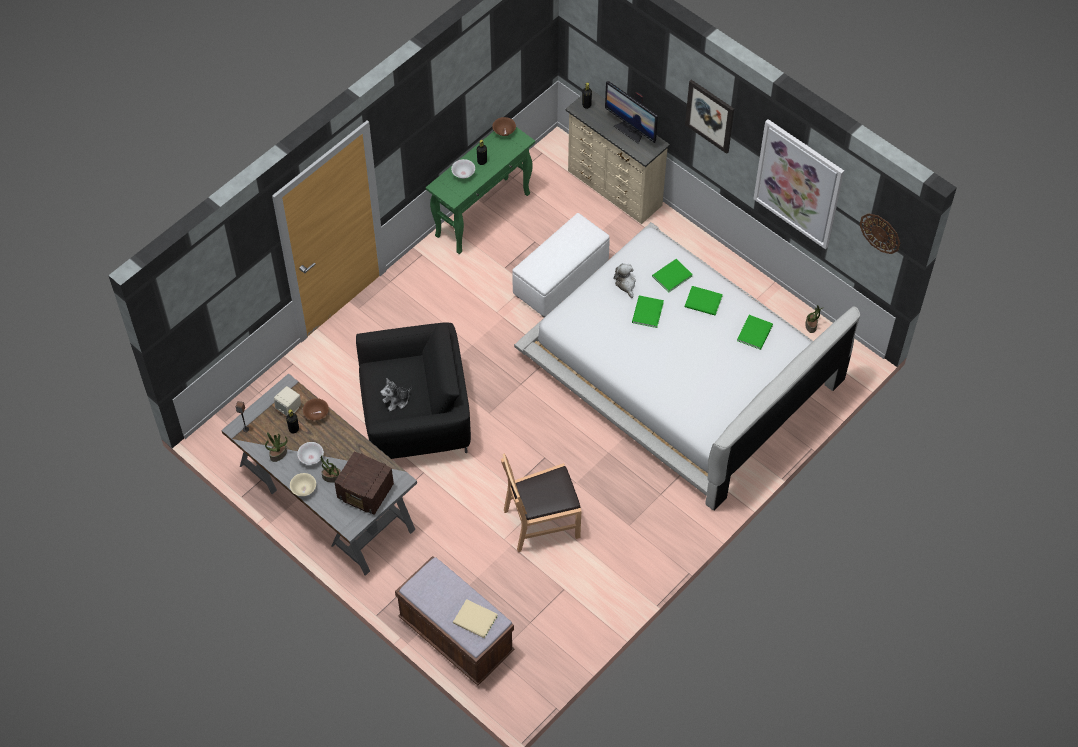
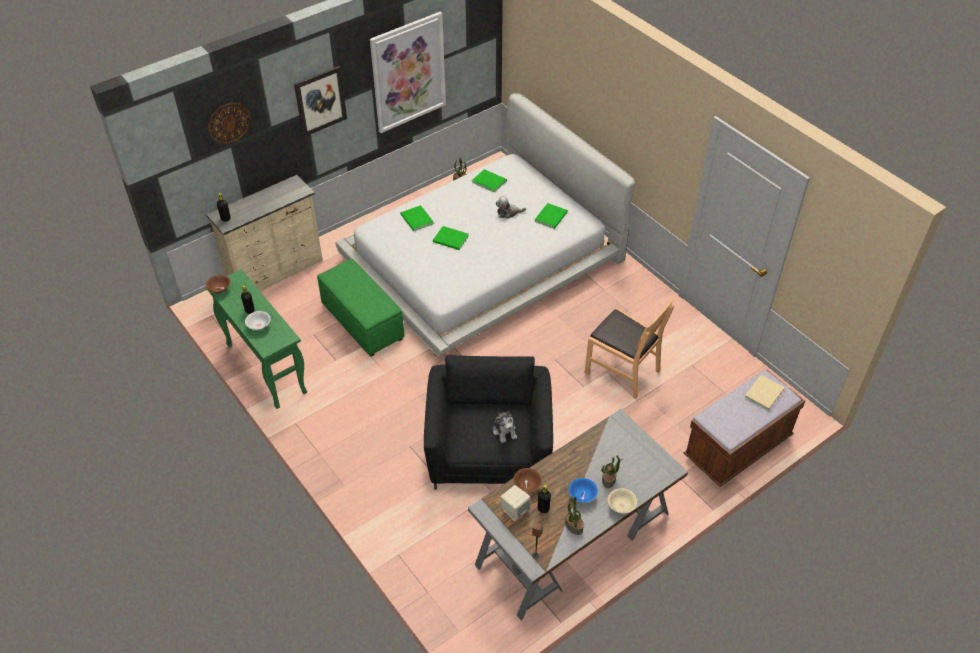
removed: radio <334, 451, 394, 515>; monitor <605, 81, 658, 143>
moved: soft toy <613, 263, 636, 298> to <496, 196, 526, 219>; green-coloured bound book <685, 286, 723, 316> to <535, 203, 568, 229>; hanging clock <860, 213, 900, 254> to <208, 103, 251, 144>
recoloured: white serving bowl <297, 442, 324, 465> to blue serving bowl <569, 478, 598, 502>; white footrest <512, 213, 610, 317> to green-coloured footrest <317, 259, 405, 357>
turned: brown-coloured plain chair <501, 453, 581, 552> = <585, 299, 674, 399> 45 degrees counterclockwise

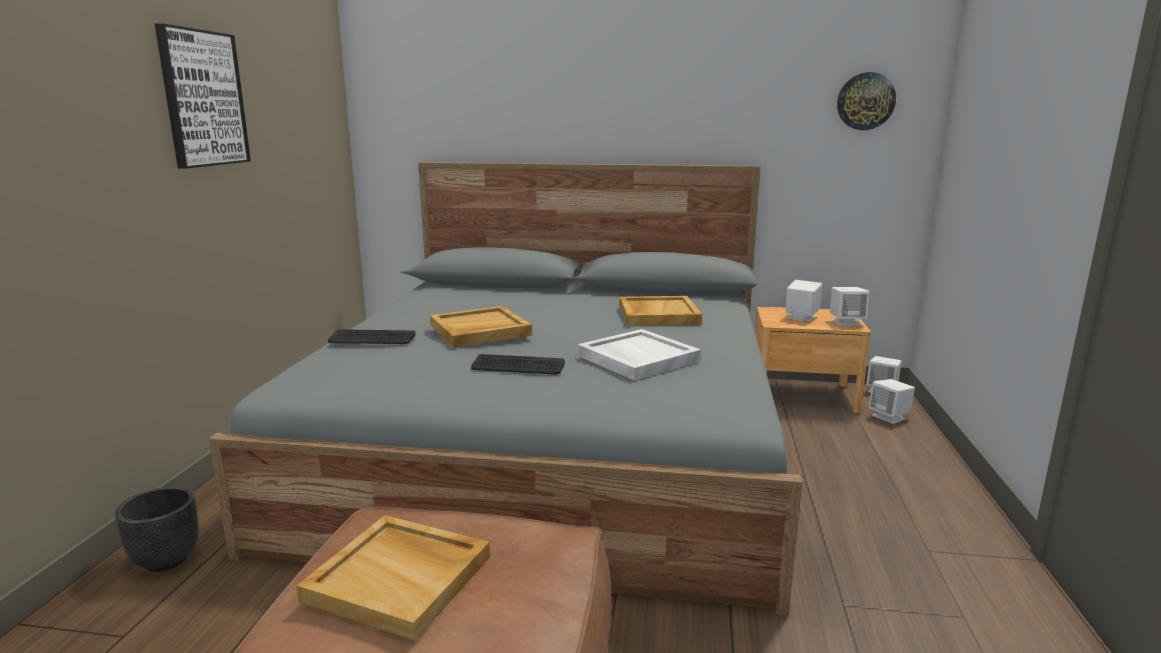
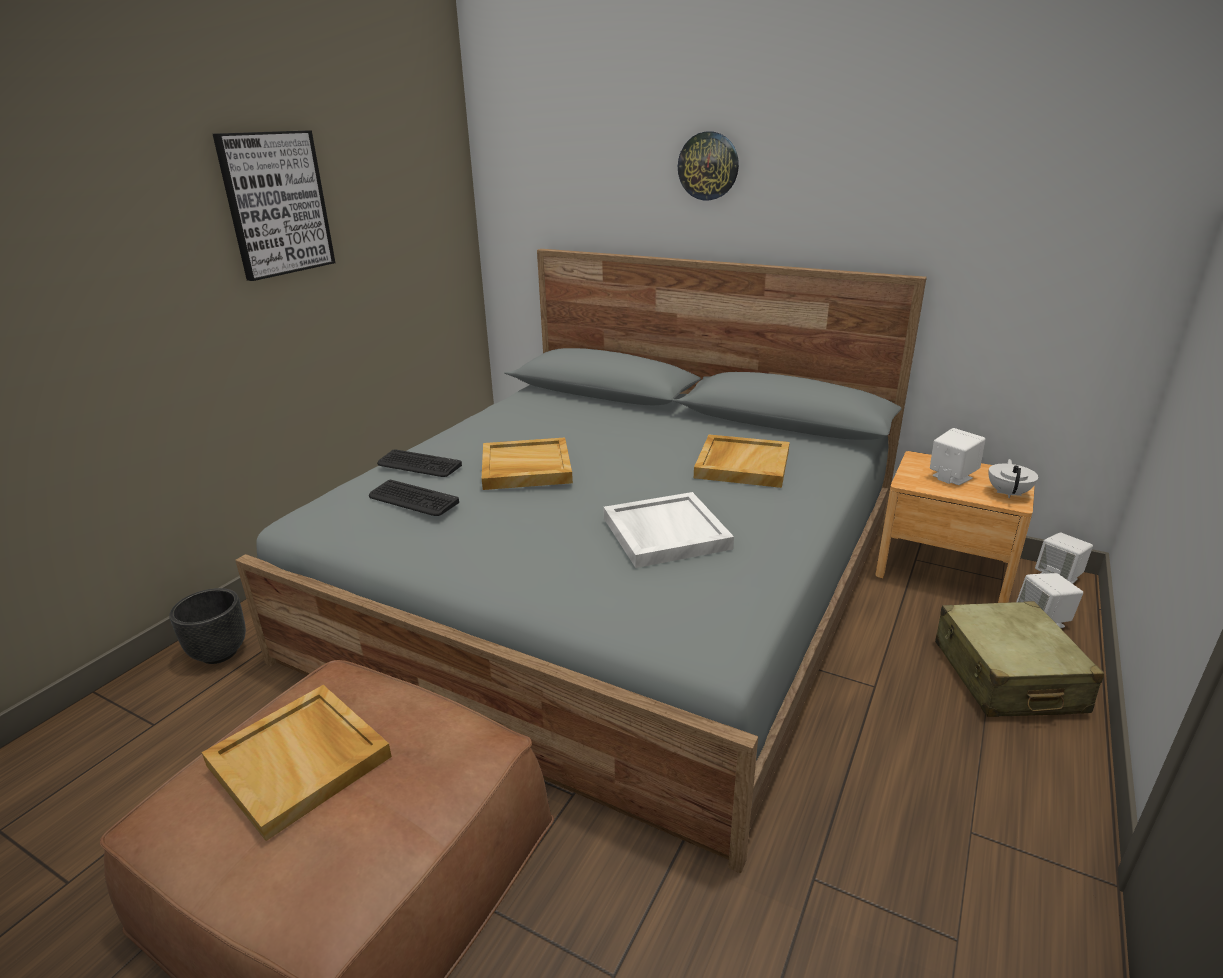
added: beige-coloured travel case <935, 601, 1105, 717>
moved: PC keyboard <471, 354, 565, 374> to <369, 480, 459, 516>; hanging clock <837, 72, 896, 130> to <678, 132, 739, 201>
replaced: white audio speaker <830, 287, 870, 326> to white teapot <988, 459, 1038, 498>

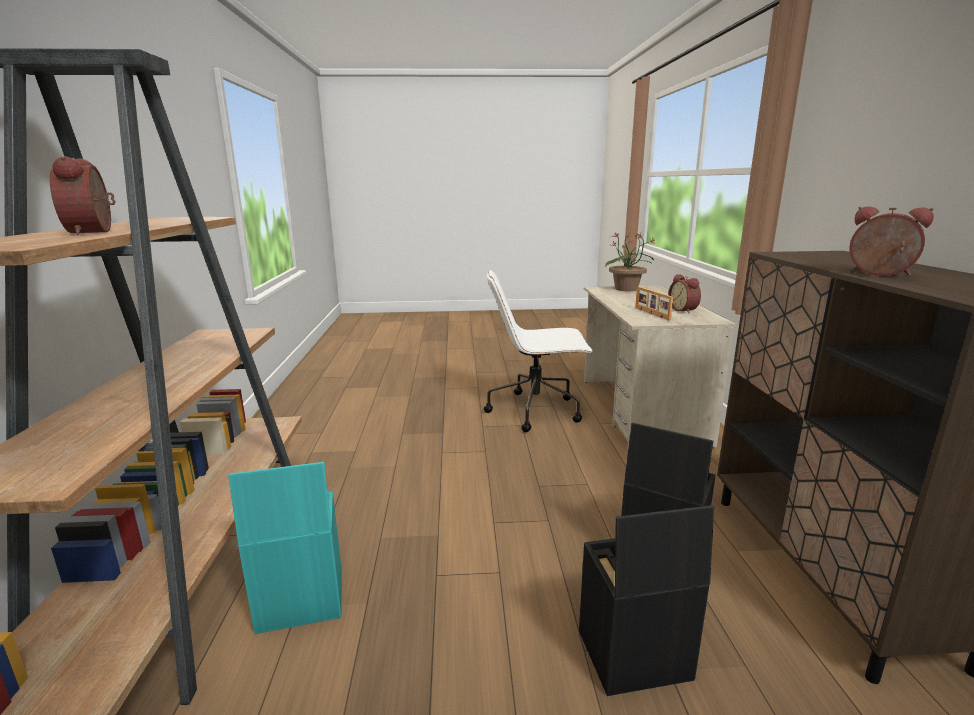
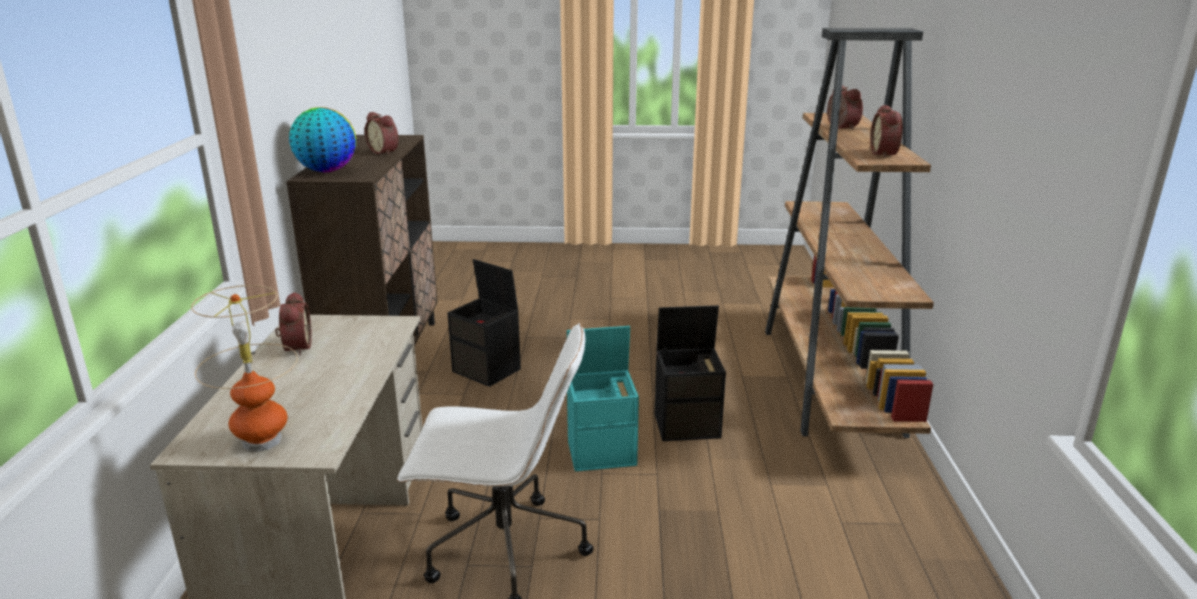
removed: photo frame <635, 286, 673, 320>
added: globe <289, 107, 356, 172>; table clock <870, 105, 903, 158>
moved: blue-green storage bin <228, 462, 342, 634> to <567, 326, 639, 472>; black storage bin <579, 505, 714, 696> to <655, 305, 726, 441>
replaced: houseplant <605, 232, 656, 291> to lamp for a table <191, 285, 298, 452>

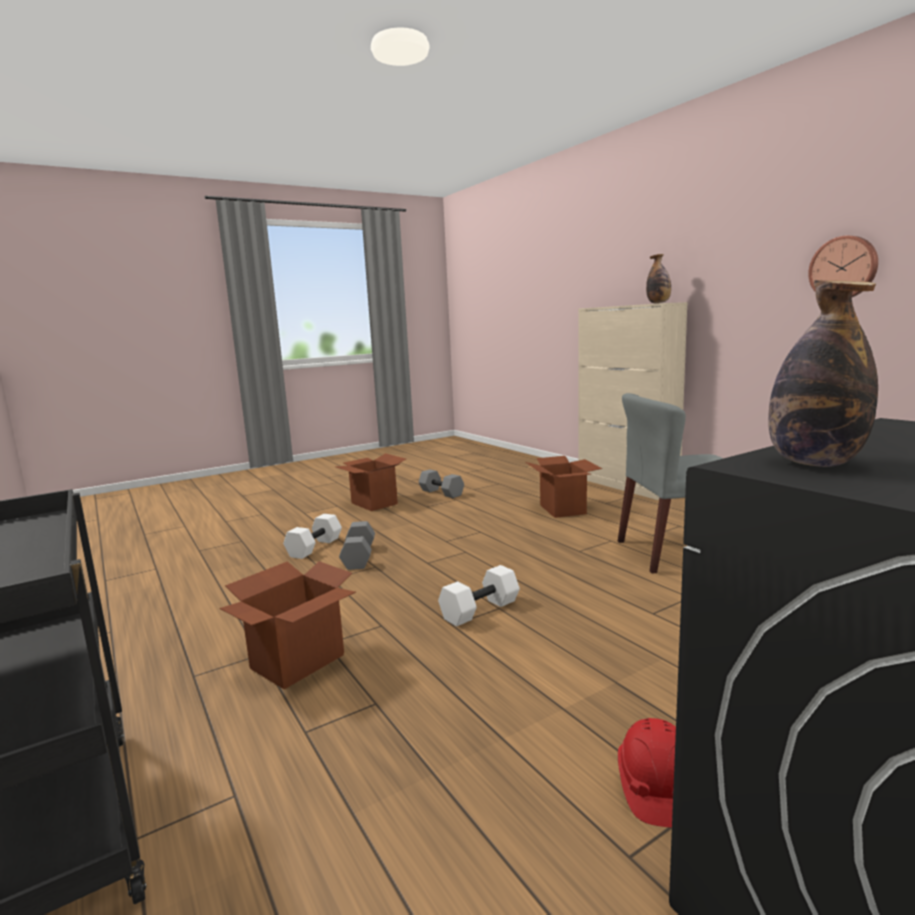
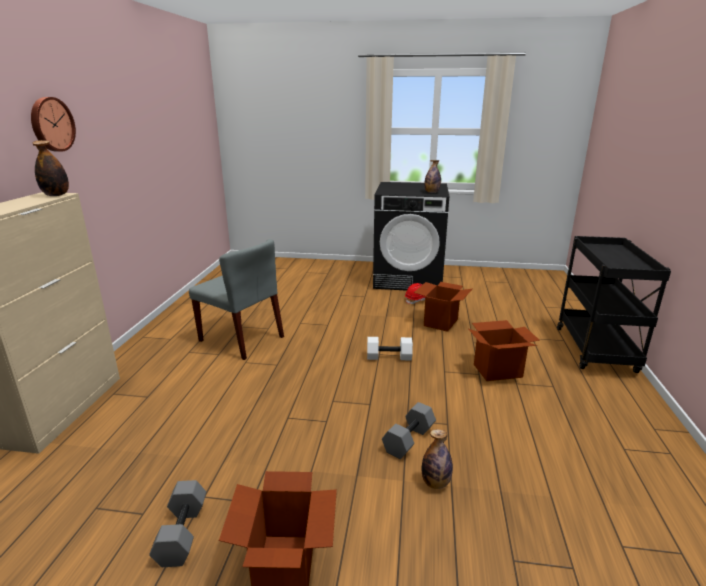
moved: cardboard box <526, 456, 602, 518> to <414, 282, 472, 332>; hanging clock <808, 236, 878, 297> to <31, 97, 76, 152>
replaced: white hand weight <283, 514, 342, 559> to beverage bottle <422, 429, 453, 489>

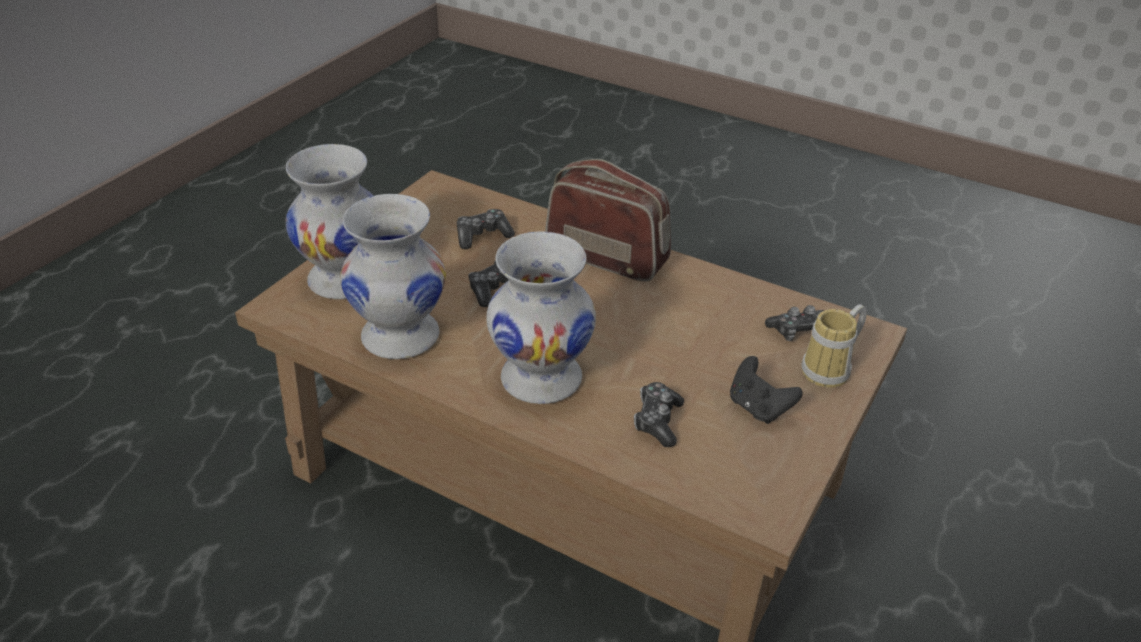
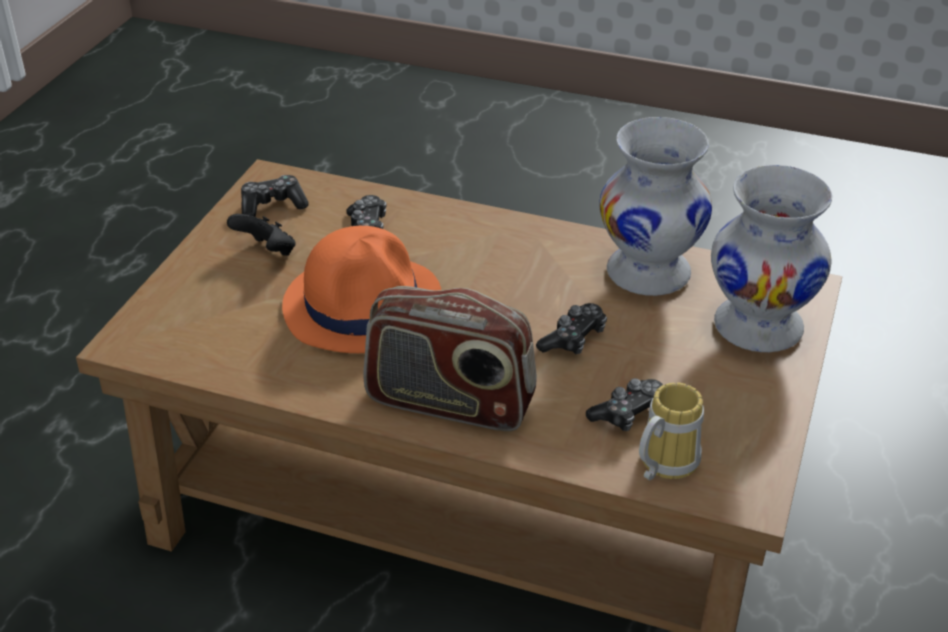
removed: white flower vase <487, 232, 596, 404>
added: orangey clothing hat <282, 226, 441, 353>
moved: game controller <765, 305, 825, 341> to <241, 175, 309, 217>; tea mug <801, 304, 867, 388> to <639, 382, 704, 481>

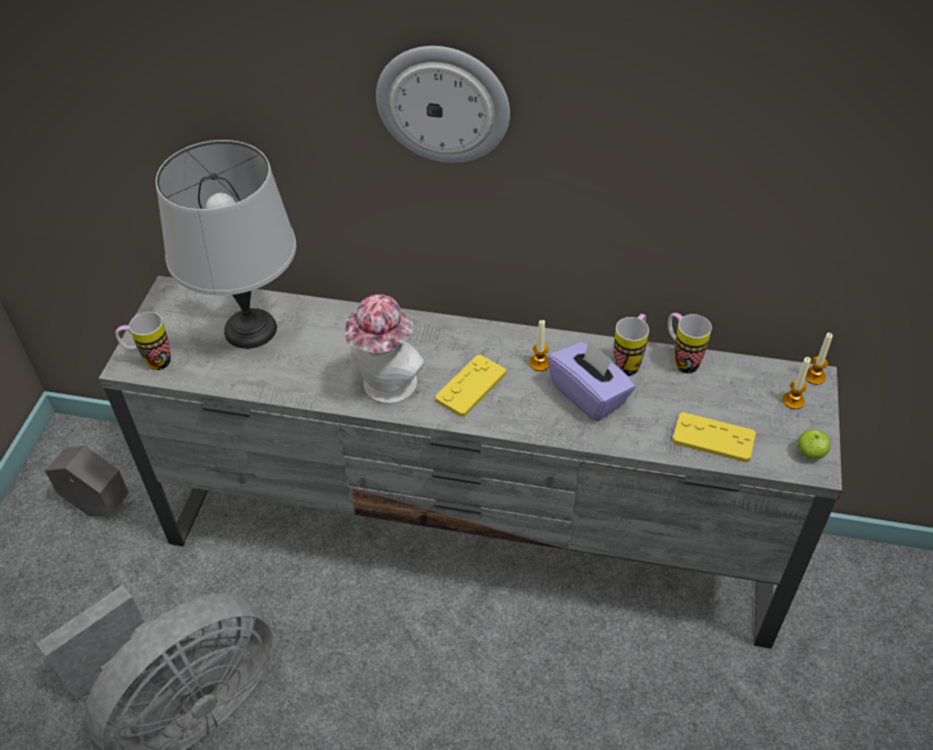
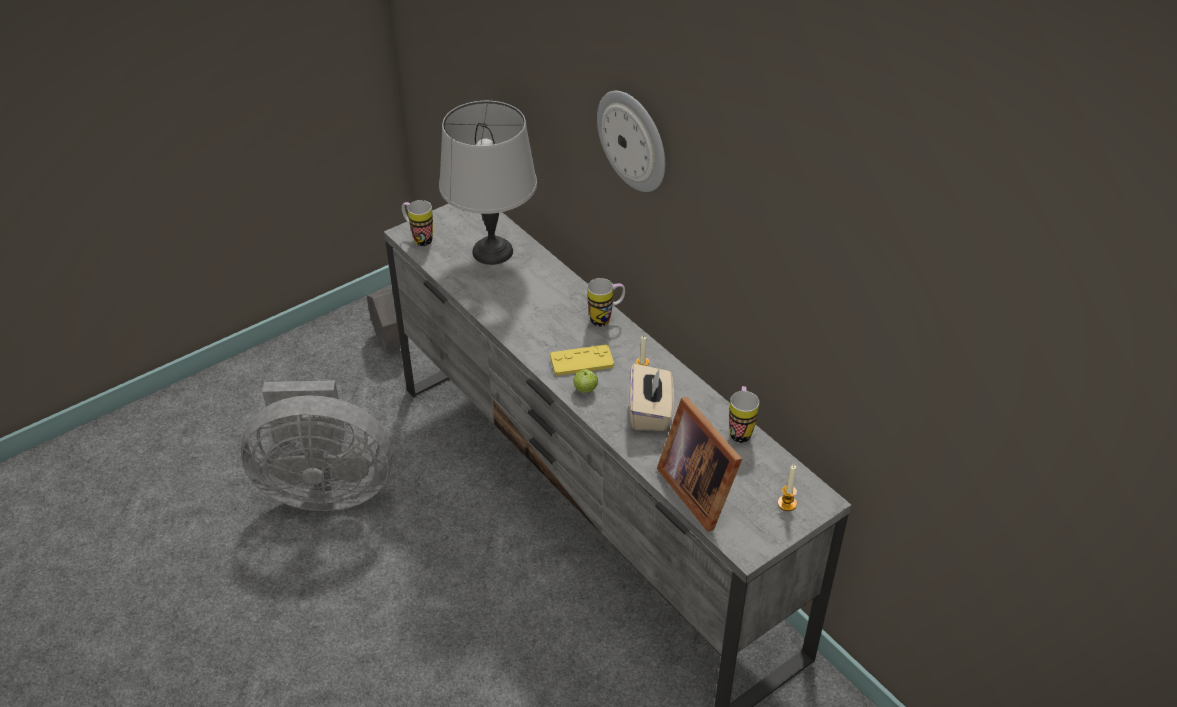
removed: clothing hat <345, 294, 425, 404>; wax light <805, 333, 833, 385>
moved: tea mug <614, 314, 649, 376> to <587, 278, 625, 327>; whole apple <798, 429, 831, 459> to <573, 369, 598, 393>
replaced: yellow-coloured game controller <672, 412, 756, 463> to photo frame <657, 397, 742, 532>
recoloured: purple-coloured tissue box <548, 340, 636, 422> to beige-coloured tissue box <629, 364, 674, 431>

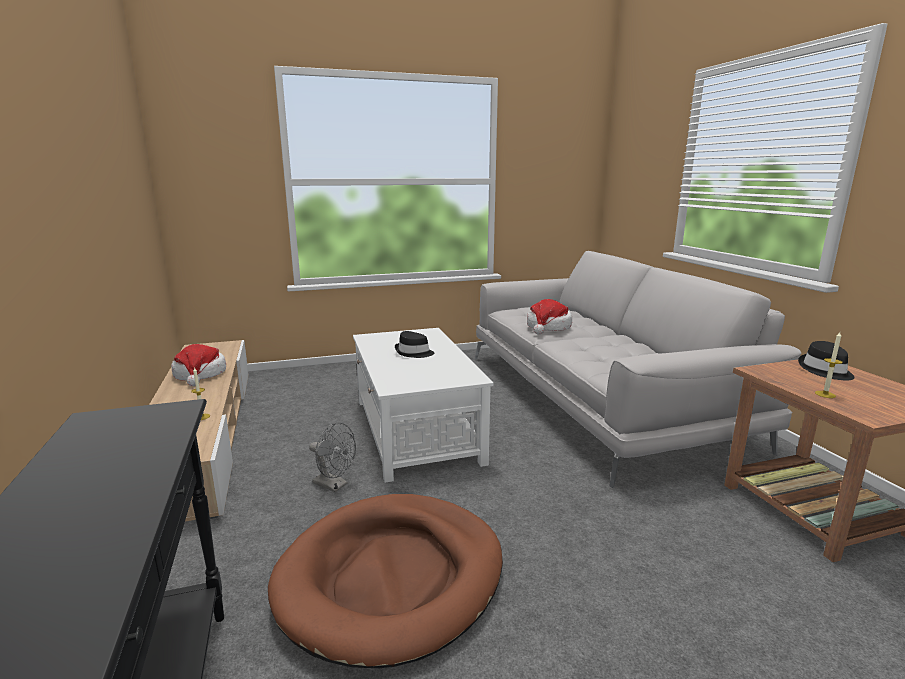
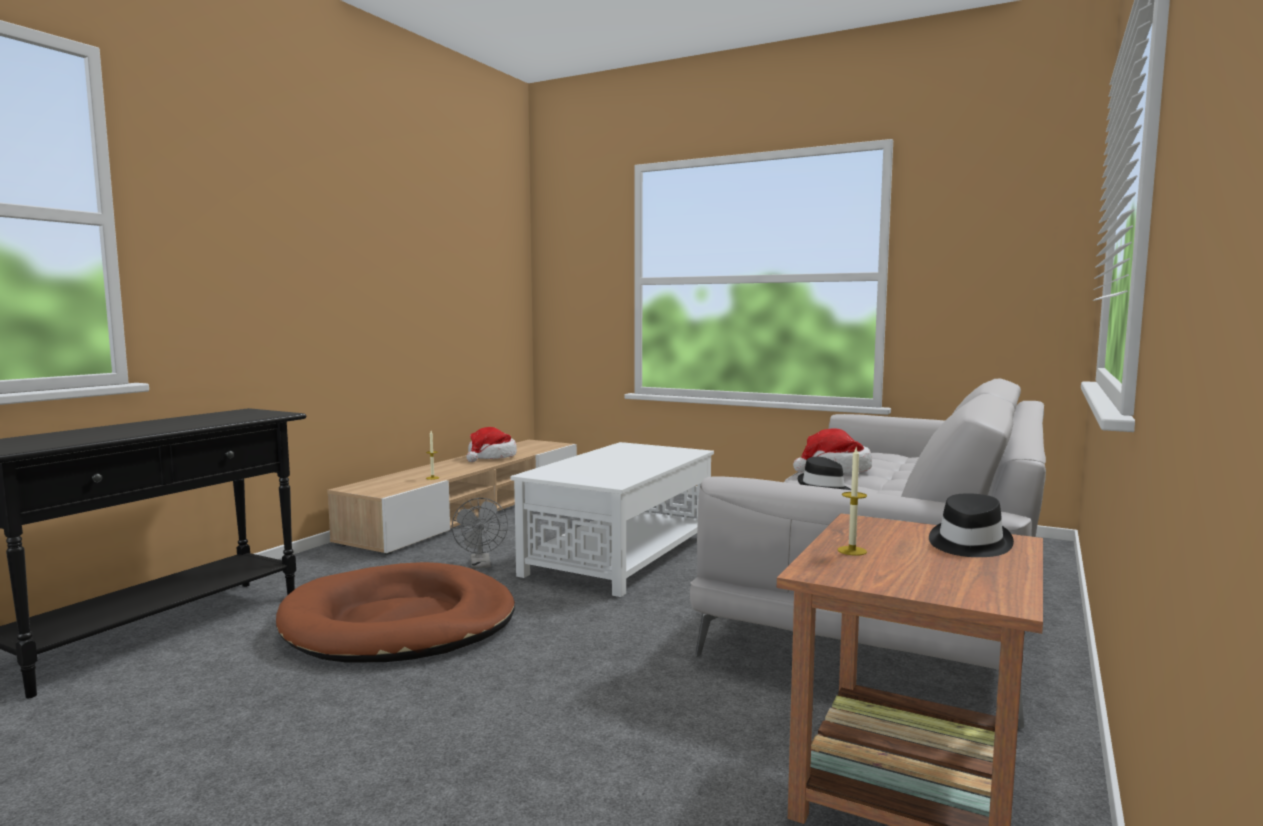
moved: black clothing hat <395, 331, 434, 358> to <798, 457, 851, 490>

